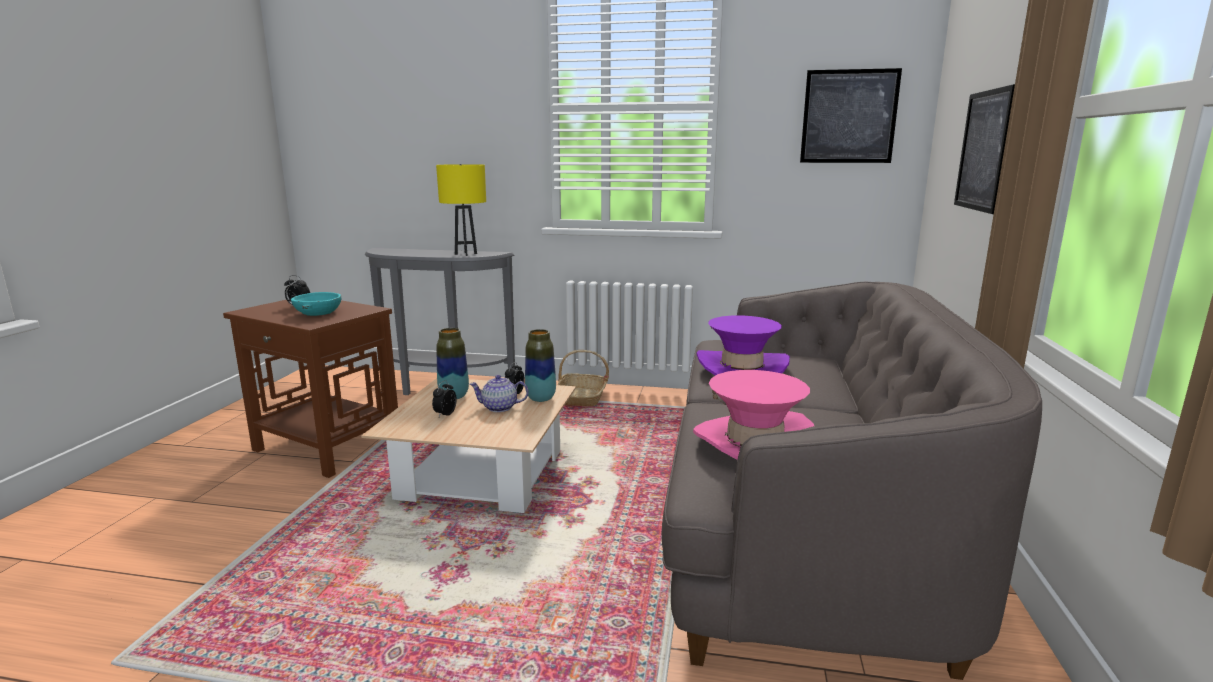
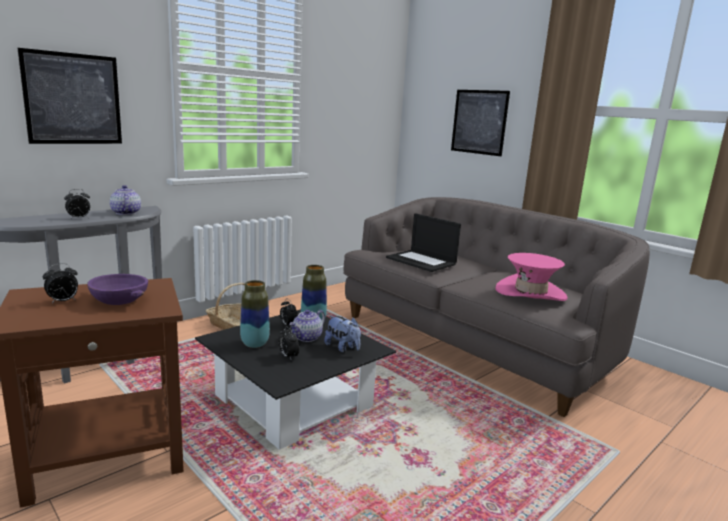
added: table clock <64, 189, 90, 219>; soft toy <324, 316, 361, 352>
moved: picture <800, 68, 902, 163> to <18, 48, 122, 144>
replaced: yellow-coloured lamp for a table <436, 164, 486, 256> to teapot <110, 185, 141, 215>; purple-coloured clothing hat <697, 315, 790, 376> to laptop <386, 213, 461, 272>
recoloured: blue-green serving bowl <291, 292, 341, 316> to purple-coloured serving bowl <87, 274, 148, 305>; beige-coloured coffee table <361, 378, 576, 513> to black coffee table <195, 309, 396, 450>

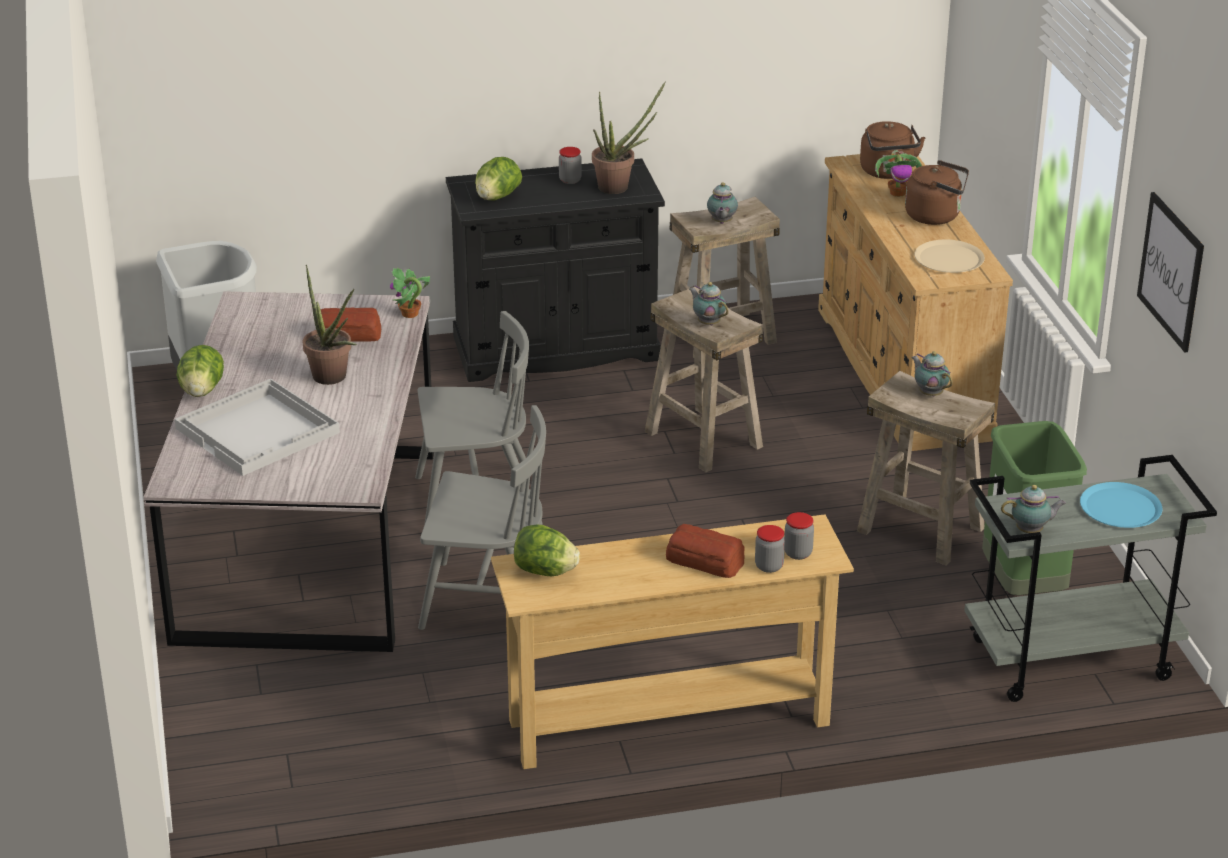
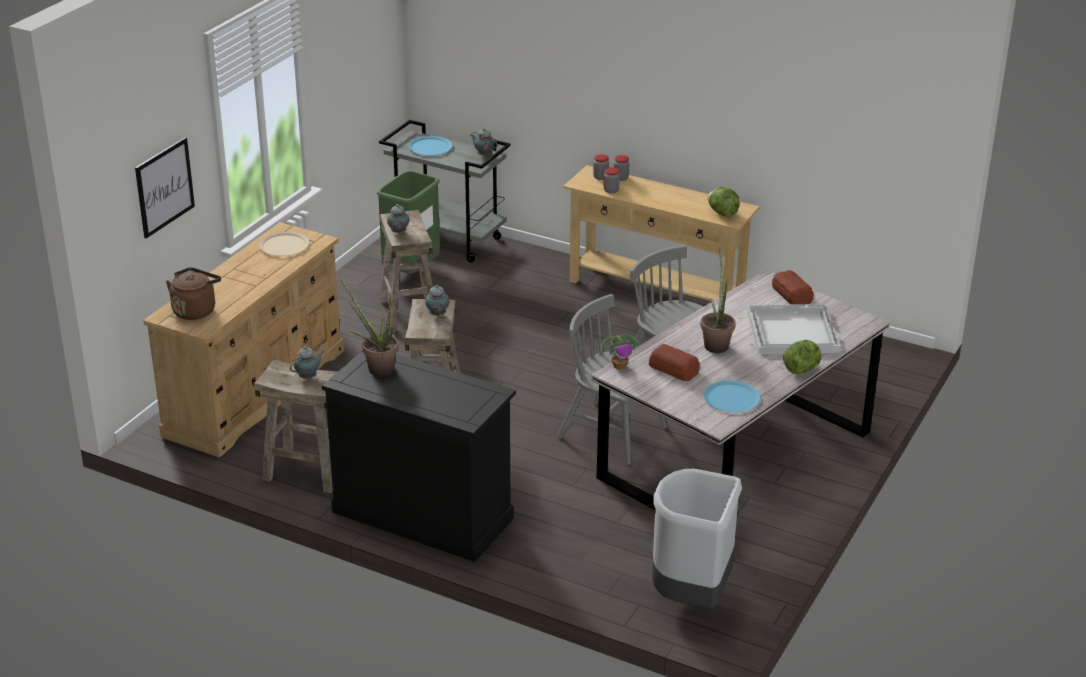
removed: lettuce <475, 157, 522, 200>; houseplant <875, 154, 923, 197>; brown-coloured tea kettle <905, 160, 969, 225>
added: blue flat dish <704, 380, 760, 412>
moved: jar <559, 147, 582, 184> to <604, 167, 620, 194>; bread <666, 524, 745, 578> to <772, 270, 813, 305>; picture <1137, 192, 1204, 352> to <135, 137, 195, 238>

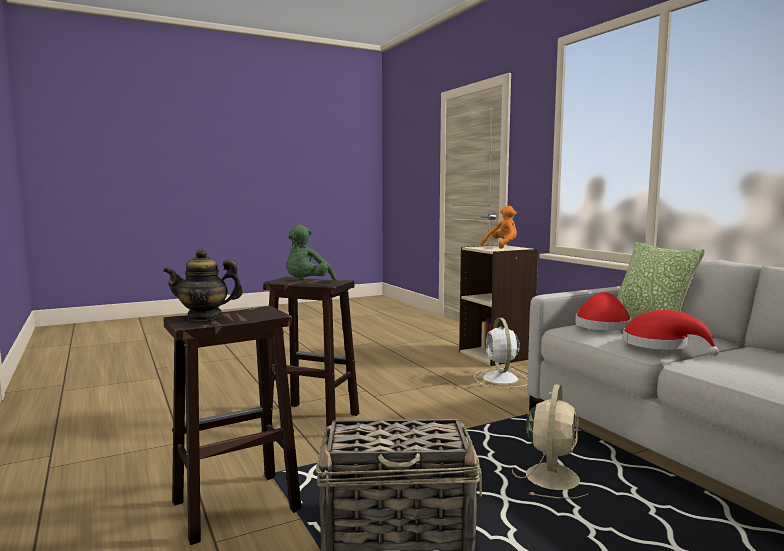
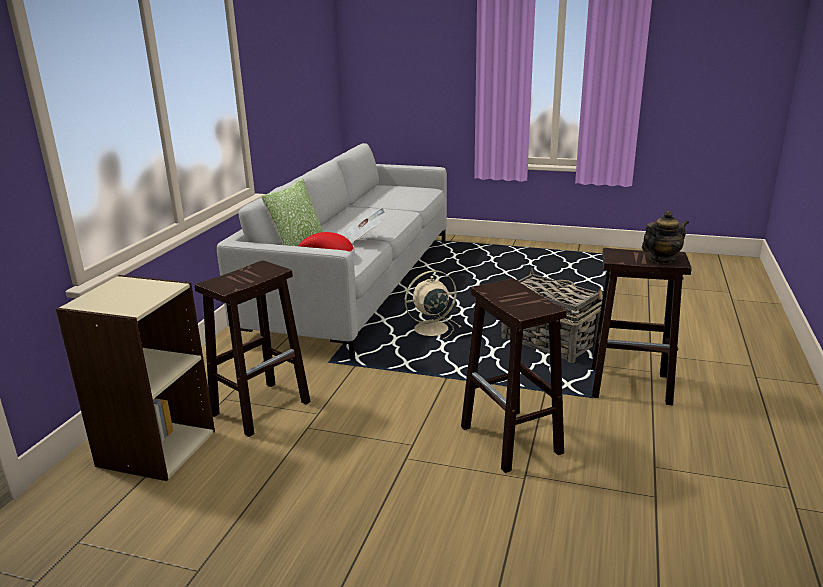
removed: green-coloured soft toy <287, 225, 336, 280>; orangey soft toy <481, 206, 517, 249>
replaced: white cooling fan <474, 318, 527, 388> to brown-coloured stool seat <195, 260, 311, 437>; red clothing hat <623, 310, 719, 356> to printed paper <342, 208, 387, 243>
turned: teapot <163, 248, 243, 321> = <642, 211, 689, 263> 60 degrees counterclockwise

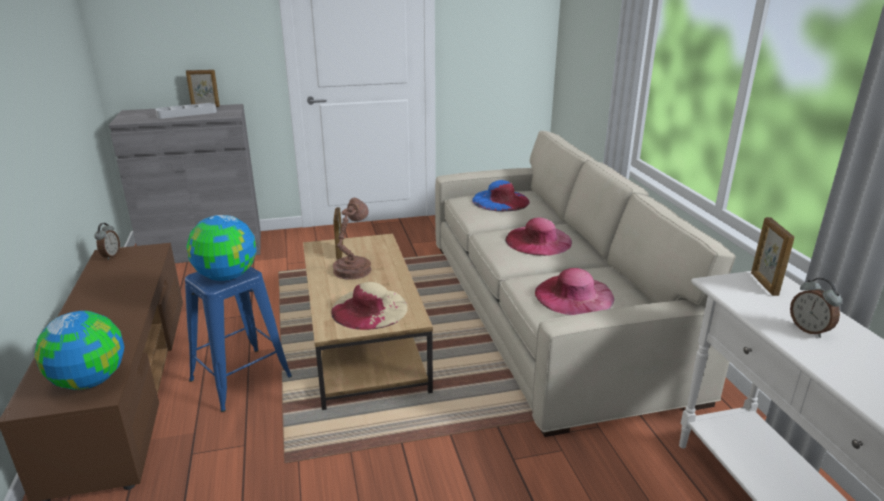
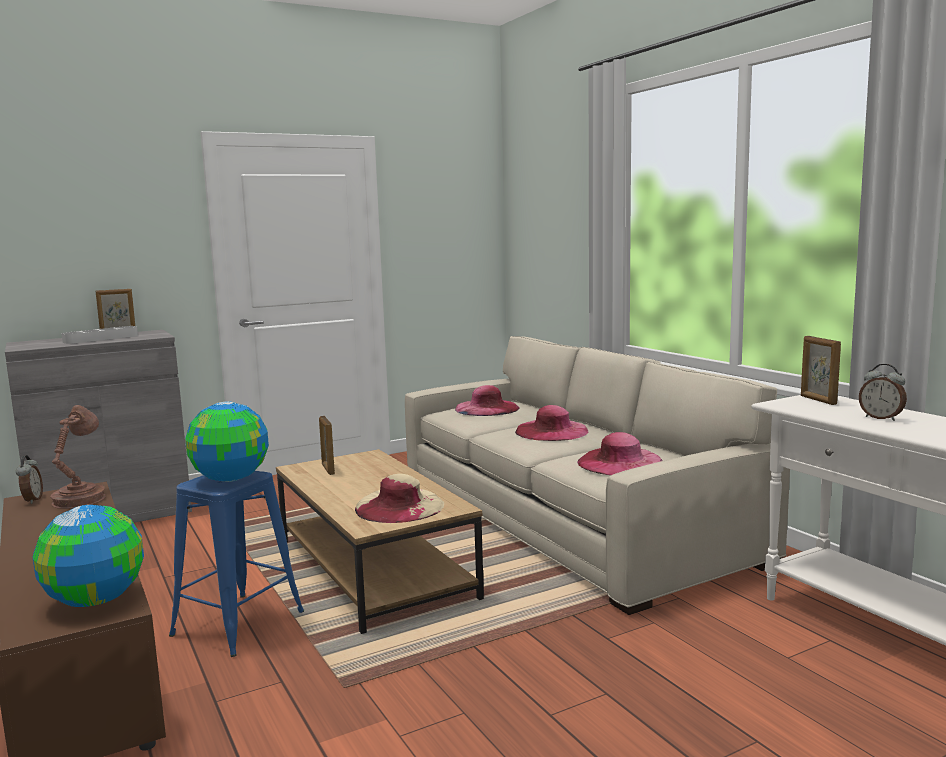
moved: brown-coloured lamp for a table <333, 197, 371, 280> to <51, 405, 106, 509>
recoloured: blue clothing hat <472, 180, 530, 211> to pink-coloured clothing hat <455, 385, 520, 416>

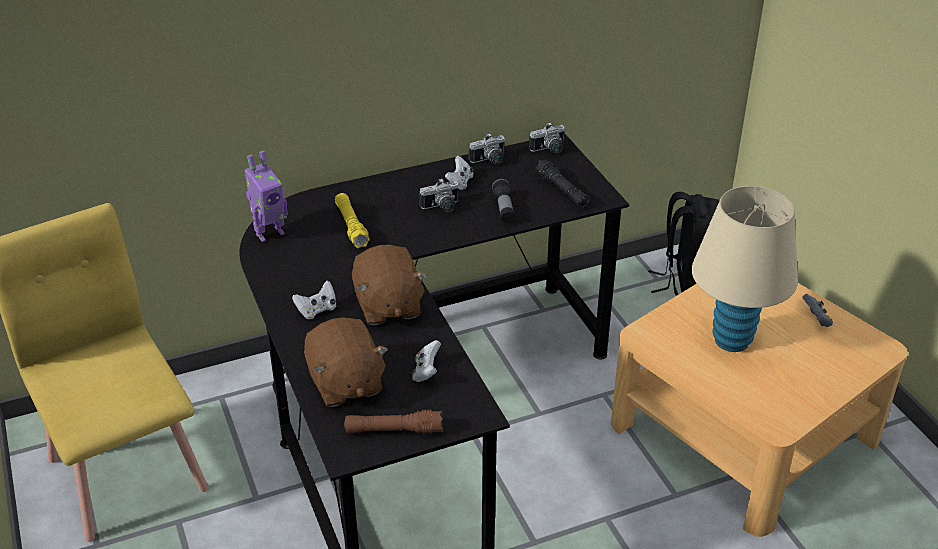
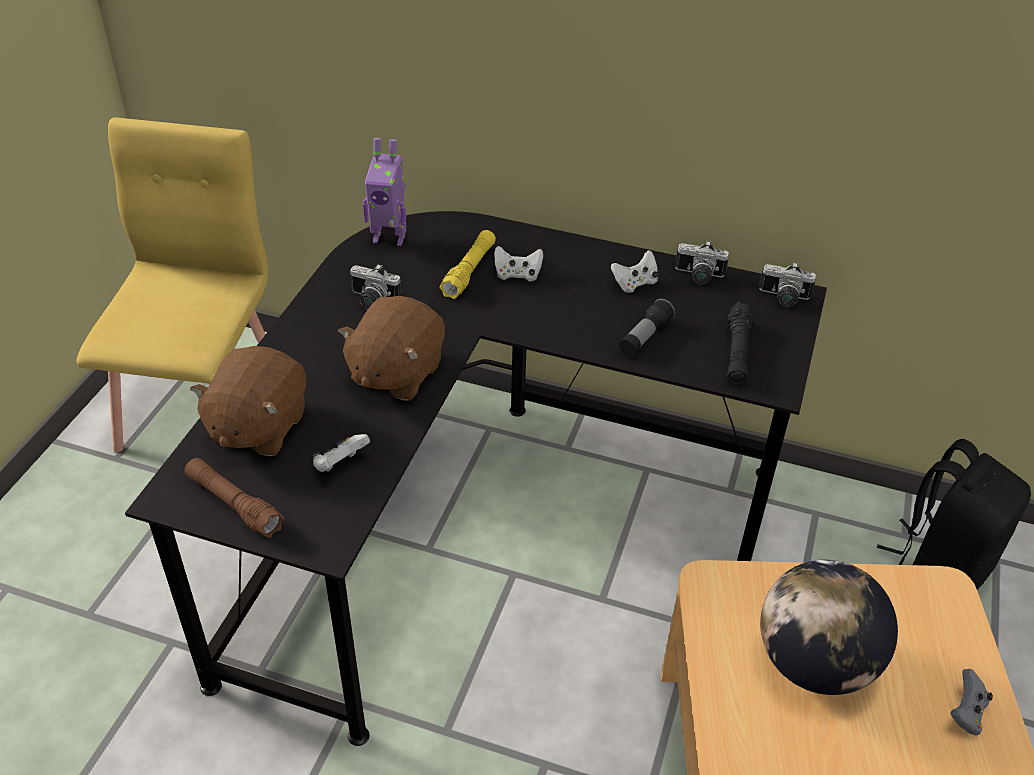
moved: white game controller <292, 281, 336, 320> to <494, 246, 543, 282>; photo camera <419, 178, 459, 212> to <350, 264, 401, 309>
replaced: beige-coloured lamp for a table <692, 186, 798, 352> to globe <760, 560, 898, 695>

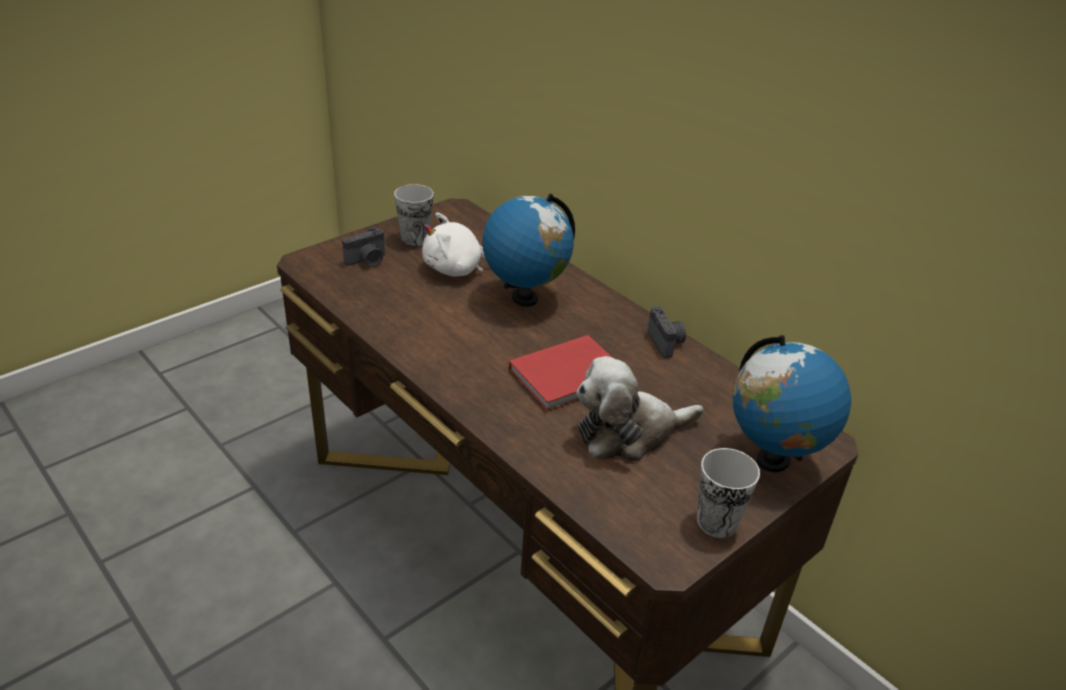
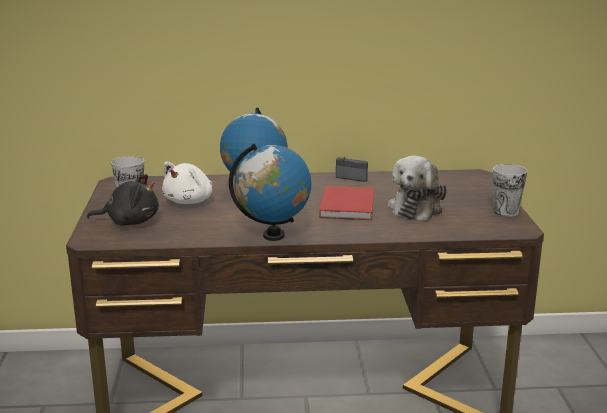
moved: globe <732, 335, 851, 472> to <229, 143, 312, 241>
replaced: photo camera <342, 227, 385, 267> to black soft toy <87, 174, 159, 225>

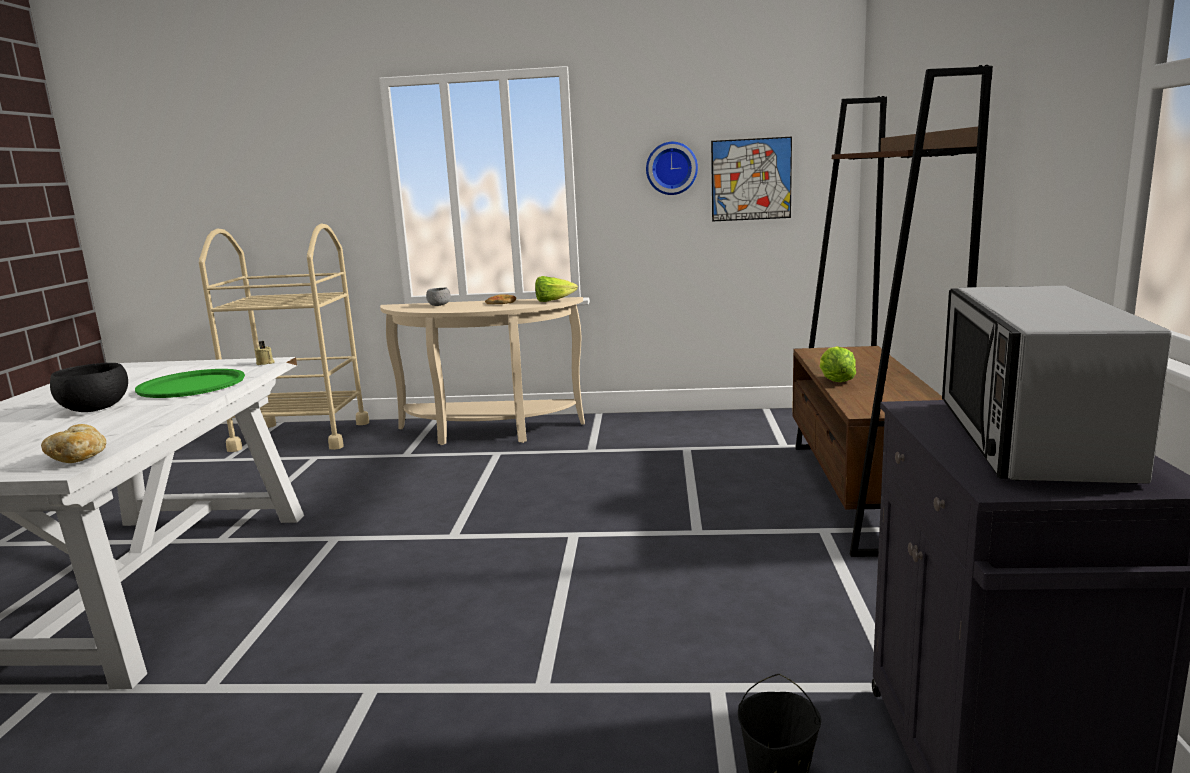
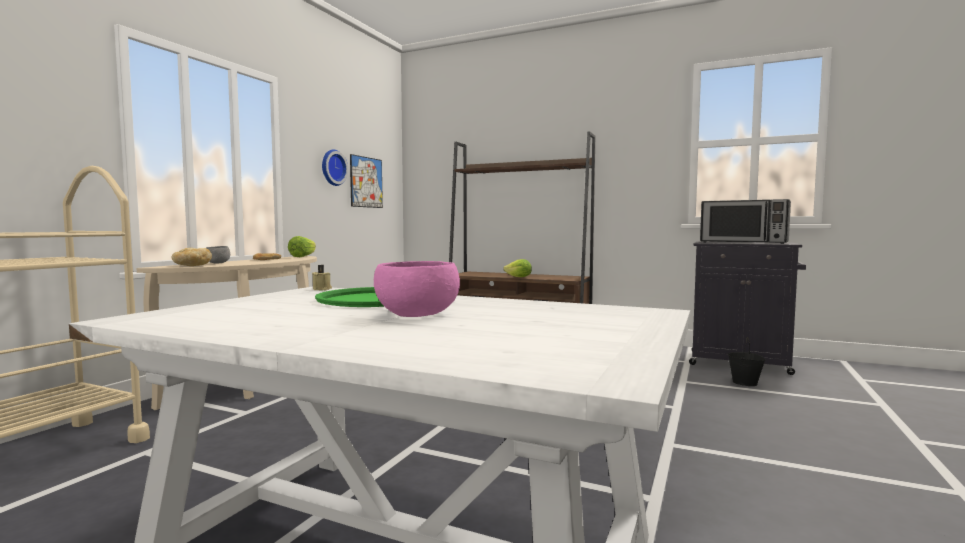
moved: bread <41, 424, 106, 463> to <172, 248, 212, 266>
recoloured: black serving bowl <50, 363, 128, 412> to pink-coloured serving bowl <374, 261, 460, 317>

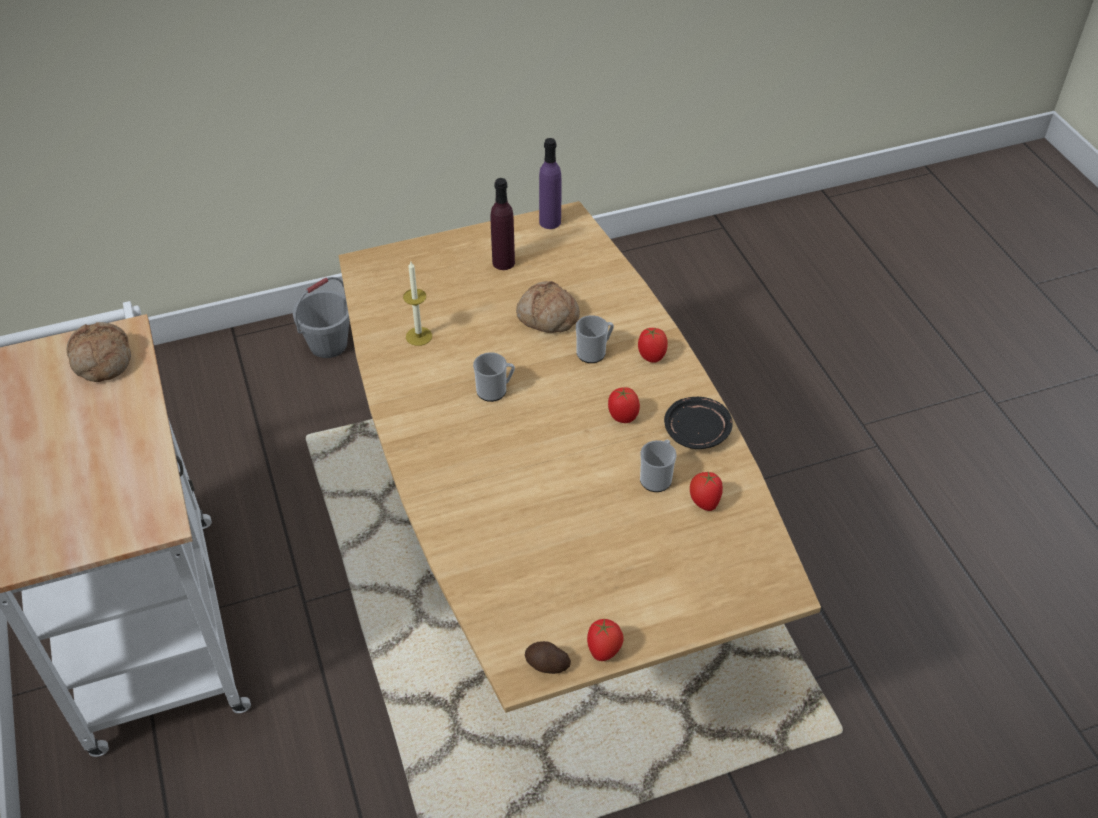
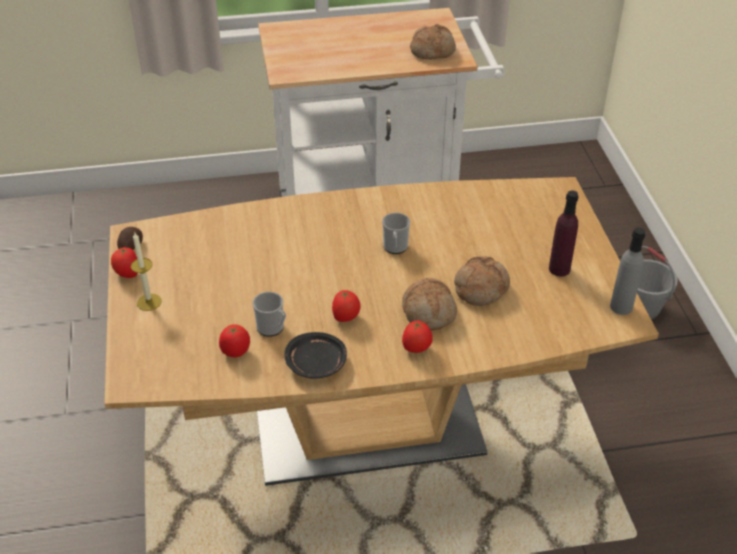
moved: wax light <403, 262, 432, 346> to <131, 233, 162, 311>
replaced: tea mug <576, 315, 614, 363> to bread <402, 278, 457, 330>
recoloured: purple-coloured beverage bottle <539, 138, 562, 229> to grey beverage bottle <610, 227, 646, 315>

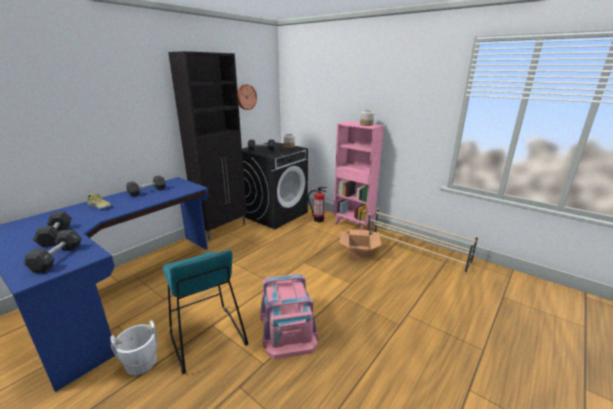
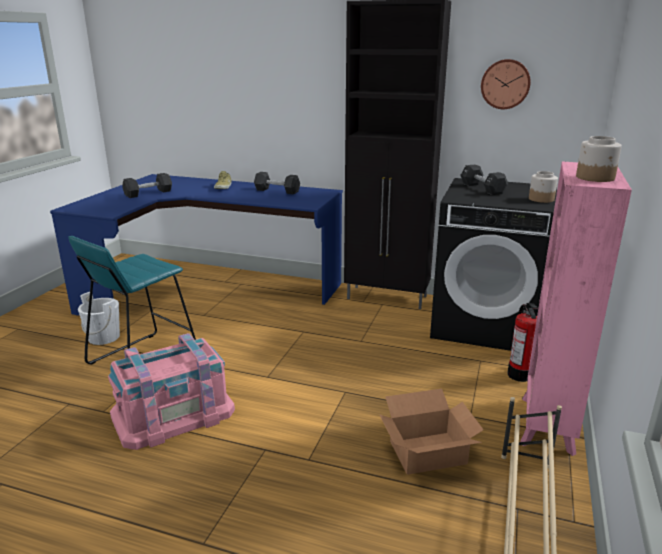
removed: black hand weight <24, 230, 82, 273>

